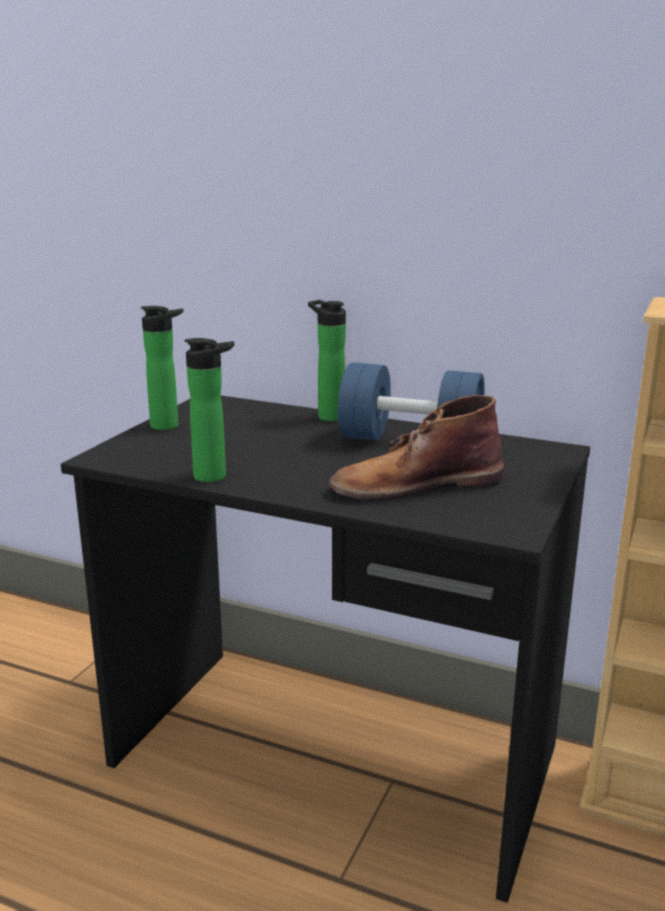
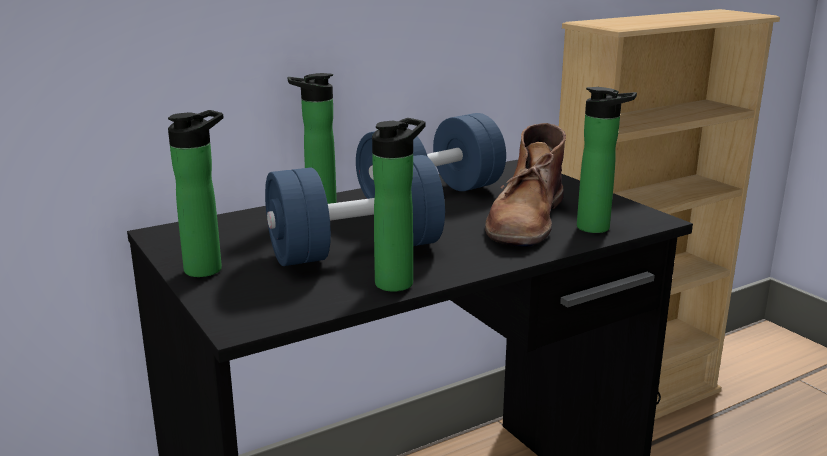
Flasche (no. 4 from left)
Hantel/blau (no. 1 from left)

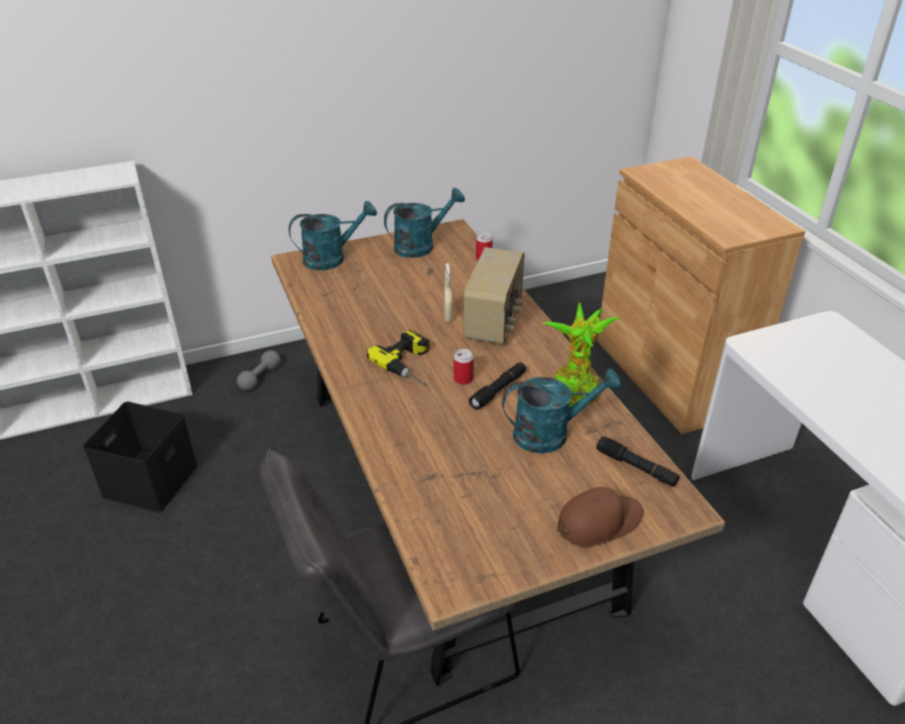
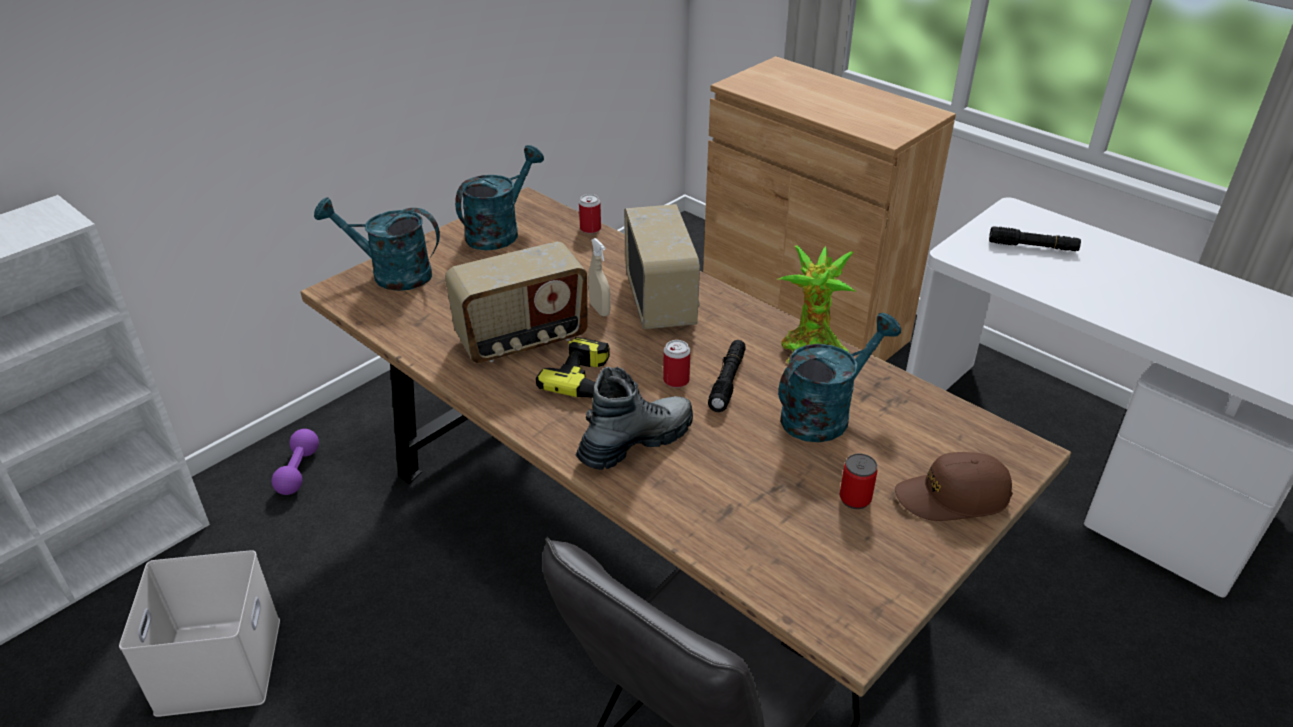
Gießkanne/türkis (no. 1 from left)
Hantel/lila
Aufbewahrungsbox/weiß
Taschenlampe/schwarz (no. 2 from left)
Kappe/braun
Radio (no. 1 from left)
Stiefel
Dose (no. 3 from left)

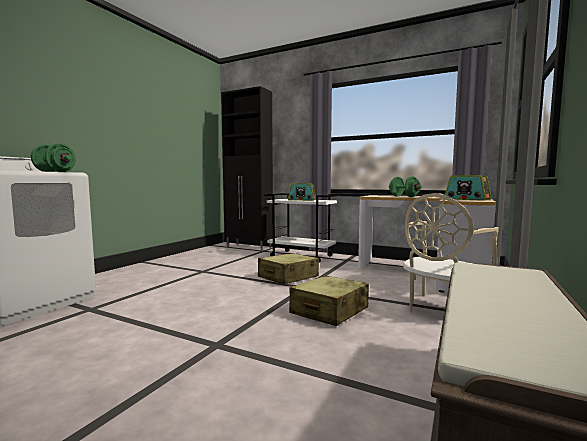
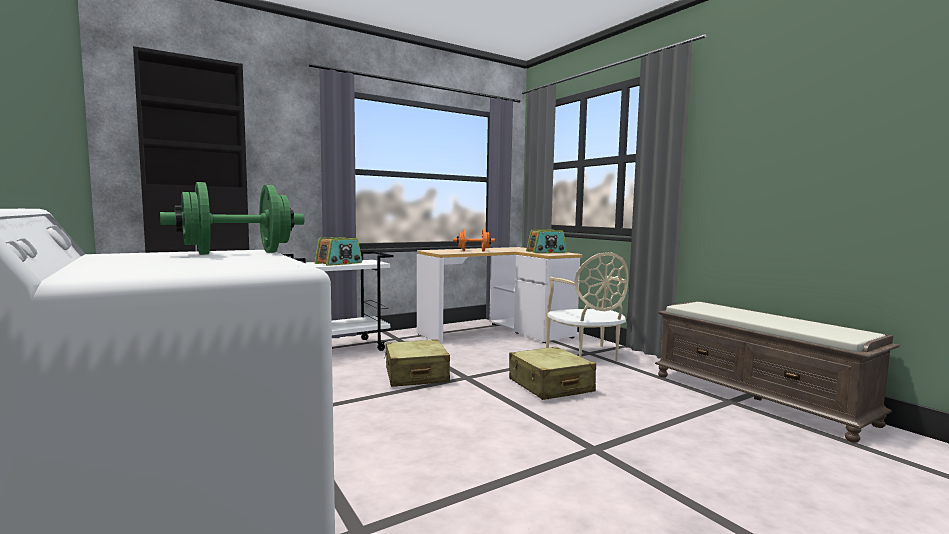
Hantel/orange

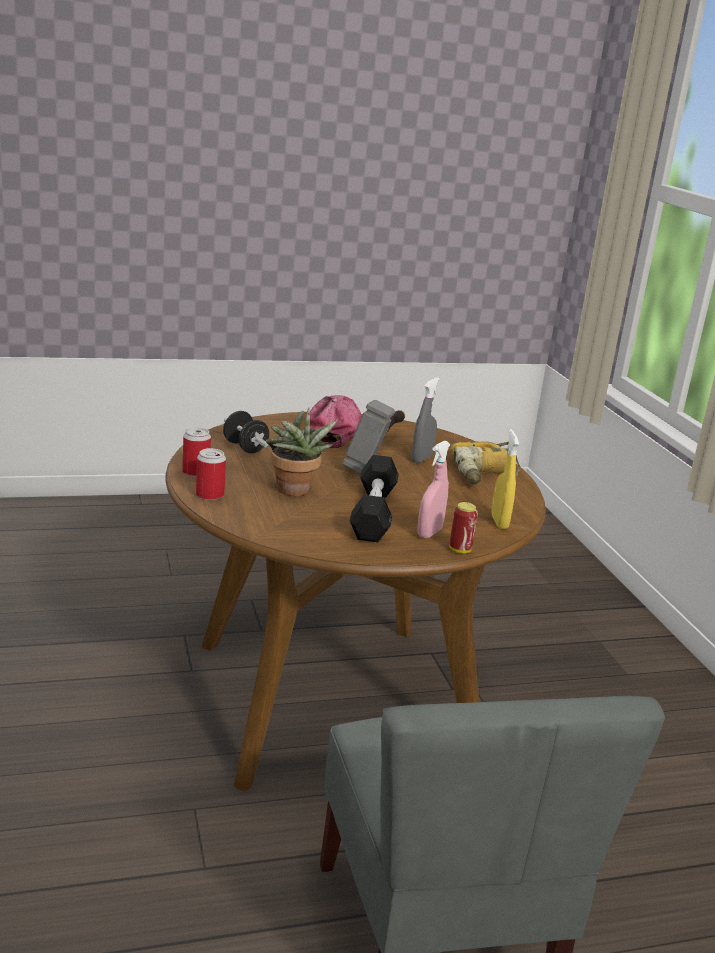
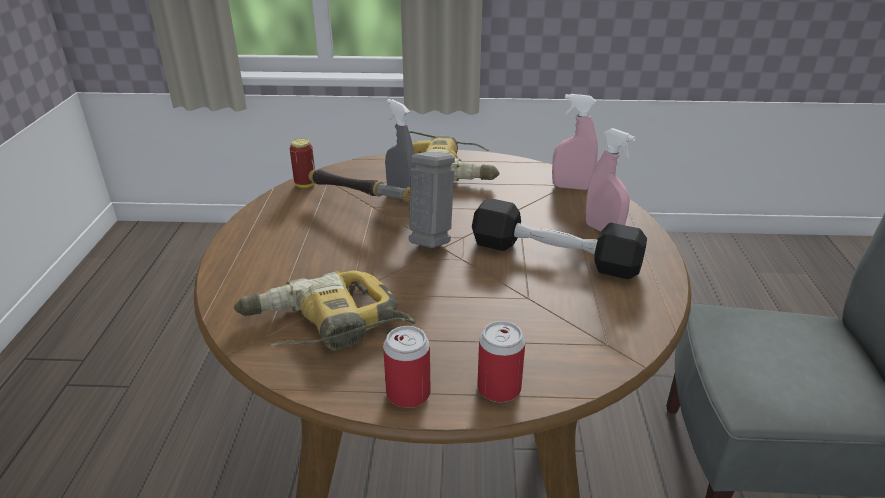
Kappe
Topfpflanze
Bohrmaschine (no. 1 from left)
Sprühflasche/rosa (no. 1 from left)
Dose (no. 1 from left)

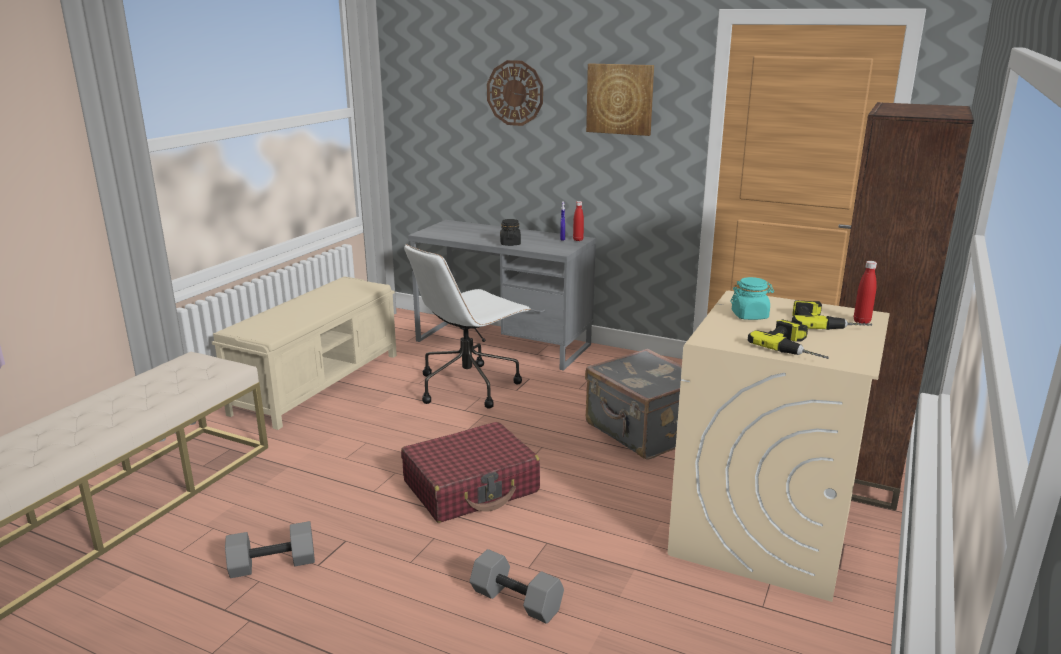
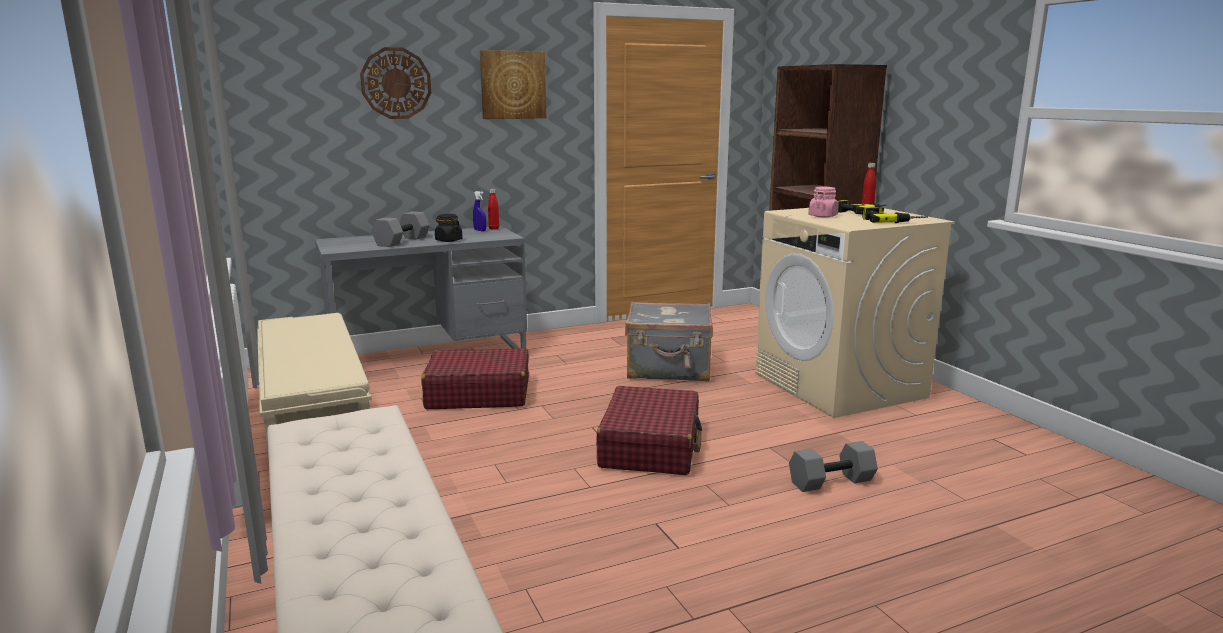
Koffer/rot (no. 1 from left)
Vorratsglas/rosa
Hantel/grau (no. 1 from left)

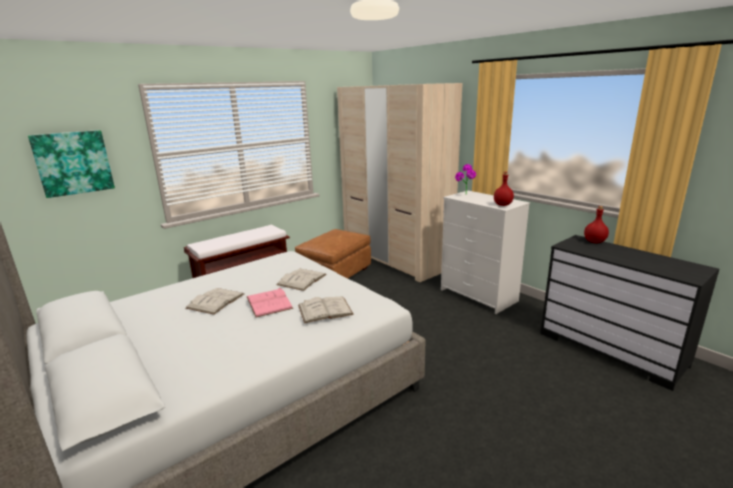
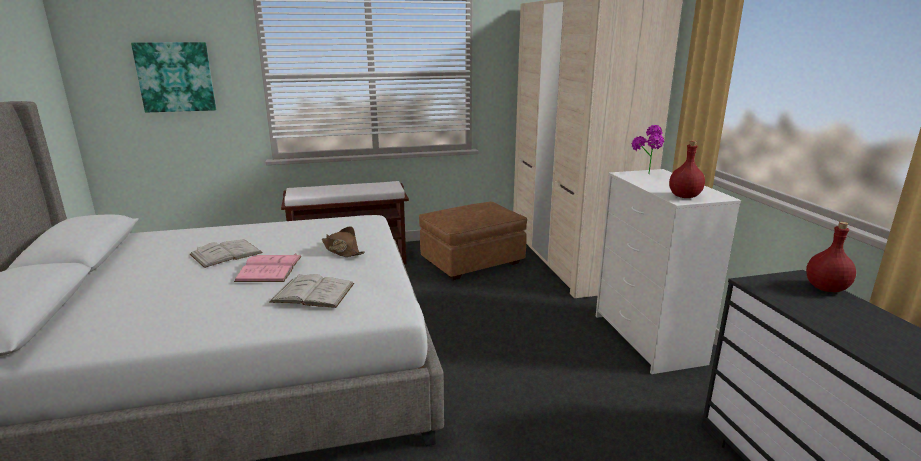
Hut/braun

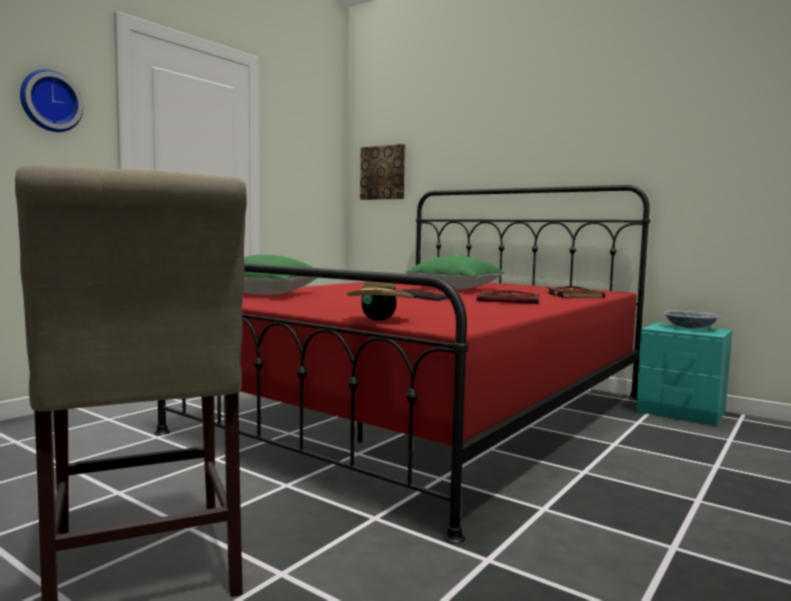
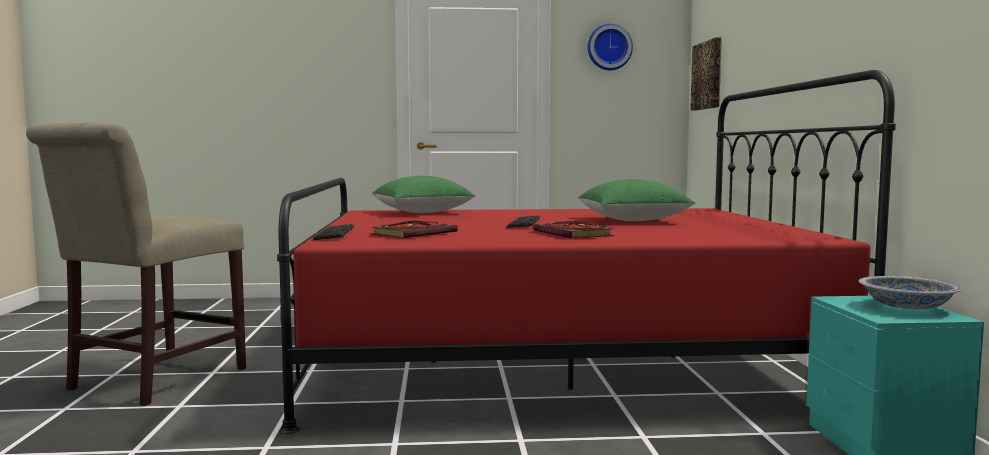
Wanduhr
Tastatur (no. 1 from left)
Buch (no. 1 from left)

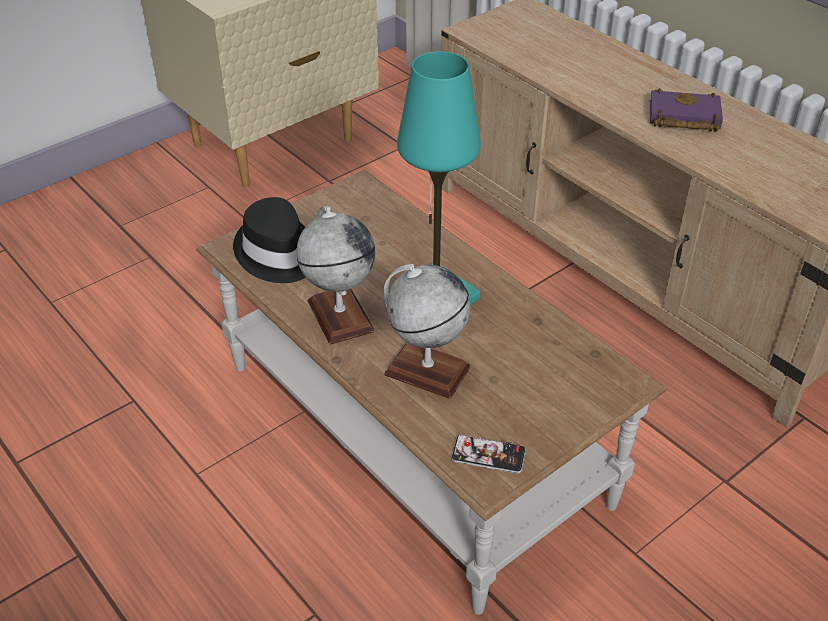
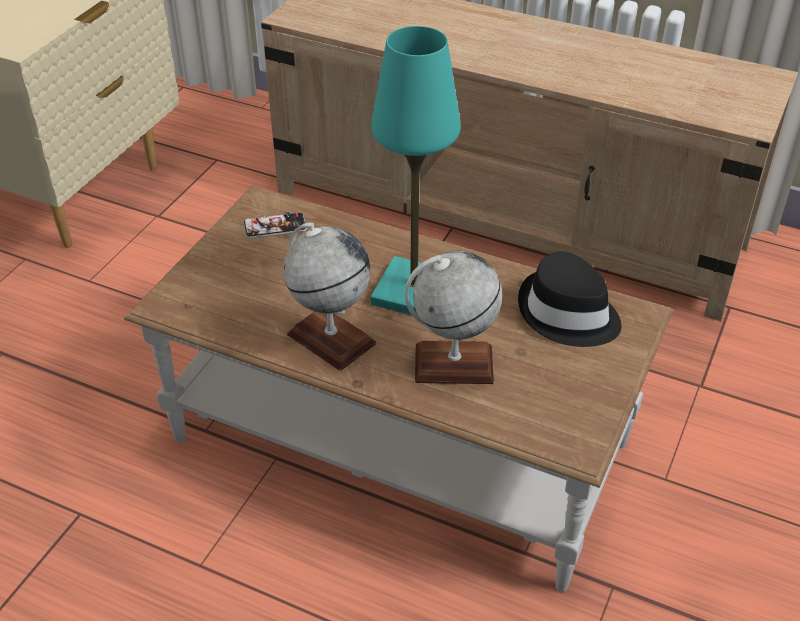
Buch/lila
Hut/schwarz
Handy

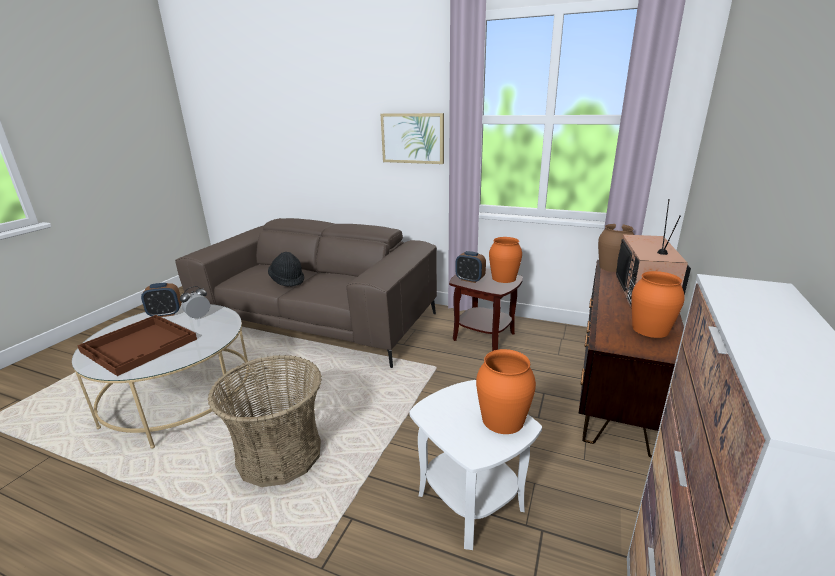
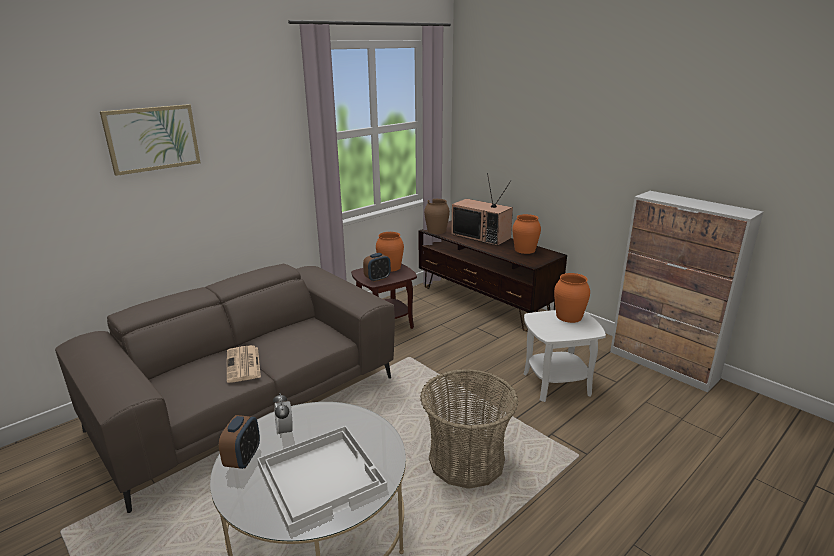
Bild
Zeitung
Tablett/weiß

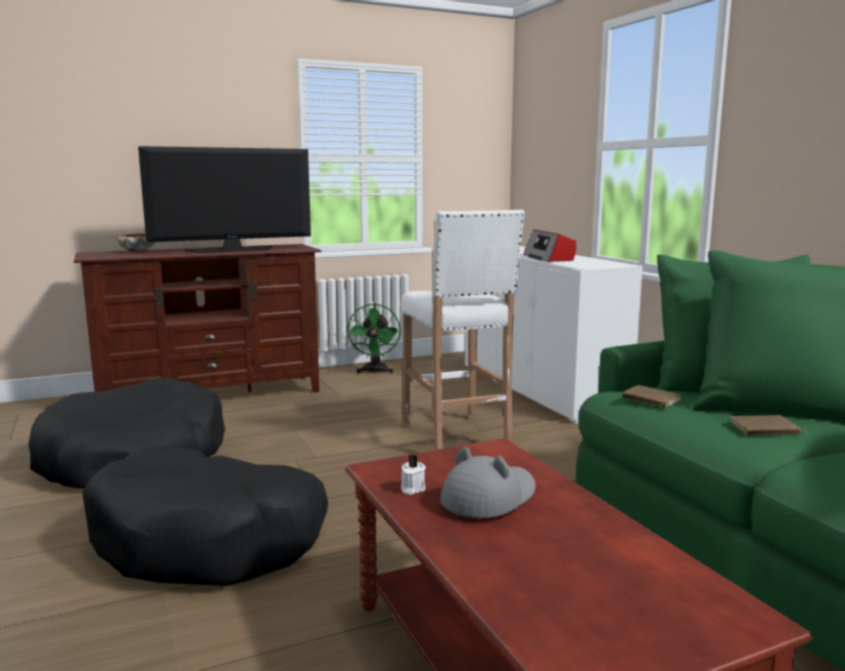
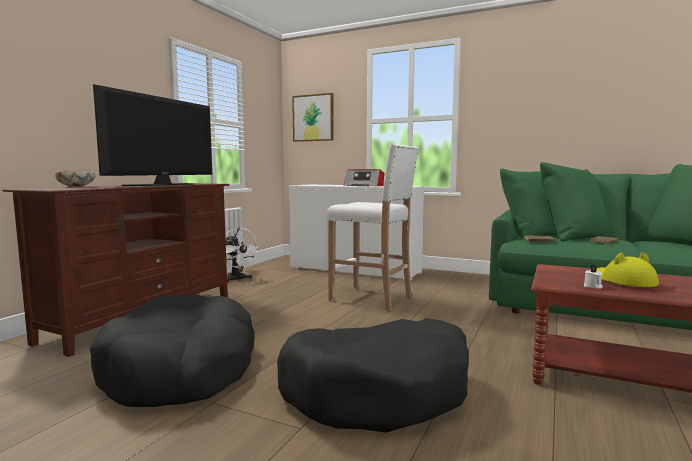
Ventilator/weiß
Hut/gelb
Bild

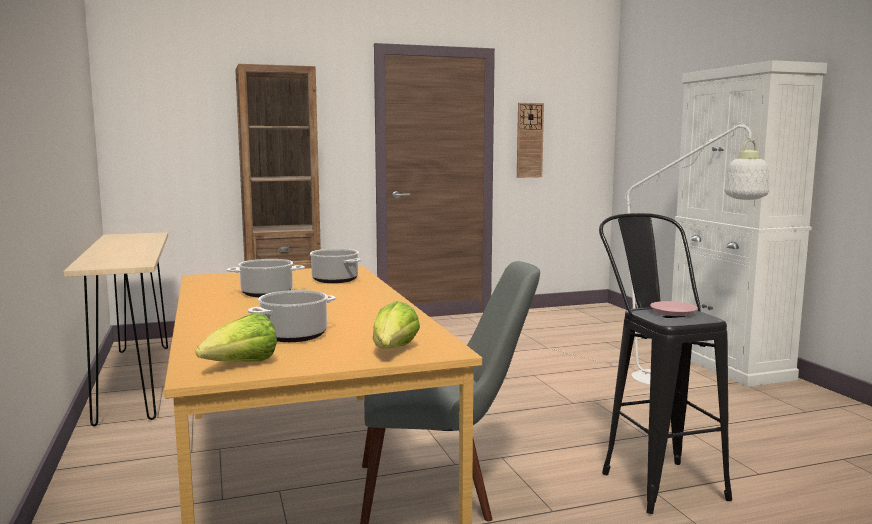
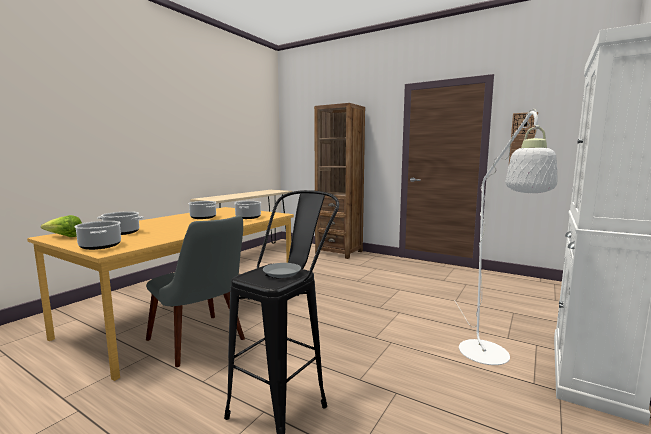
Kochtopf (no. 1 from left)
Teller/grau

